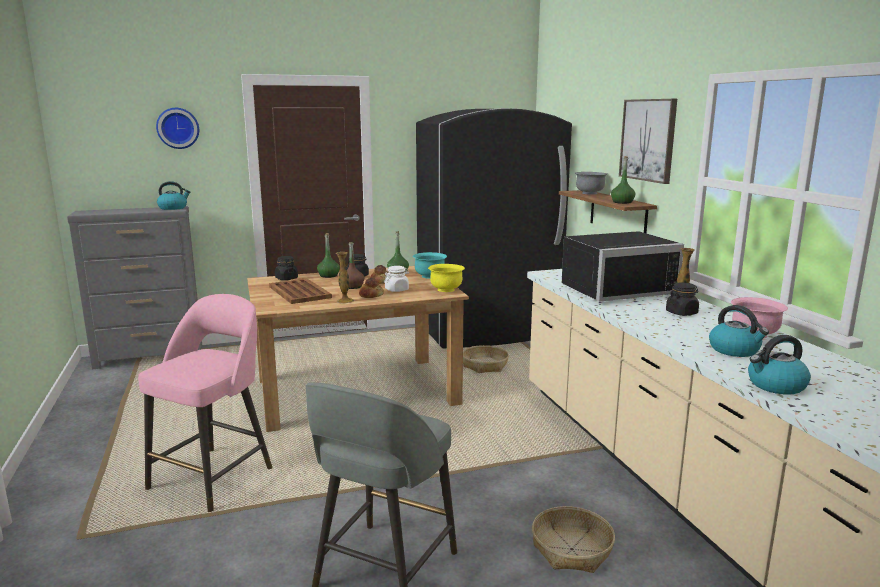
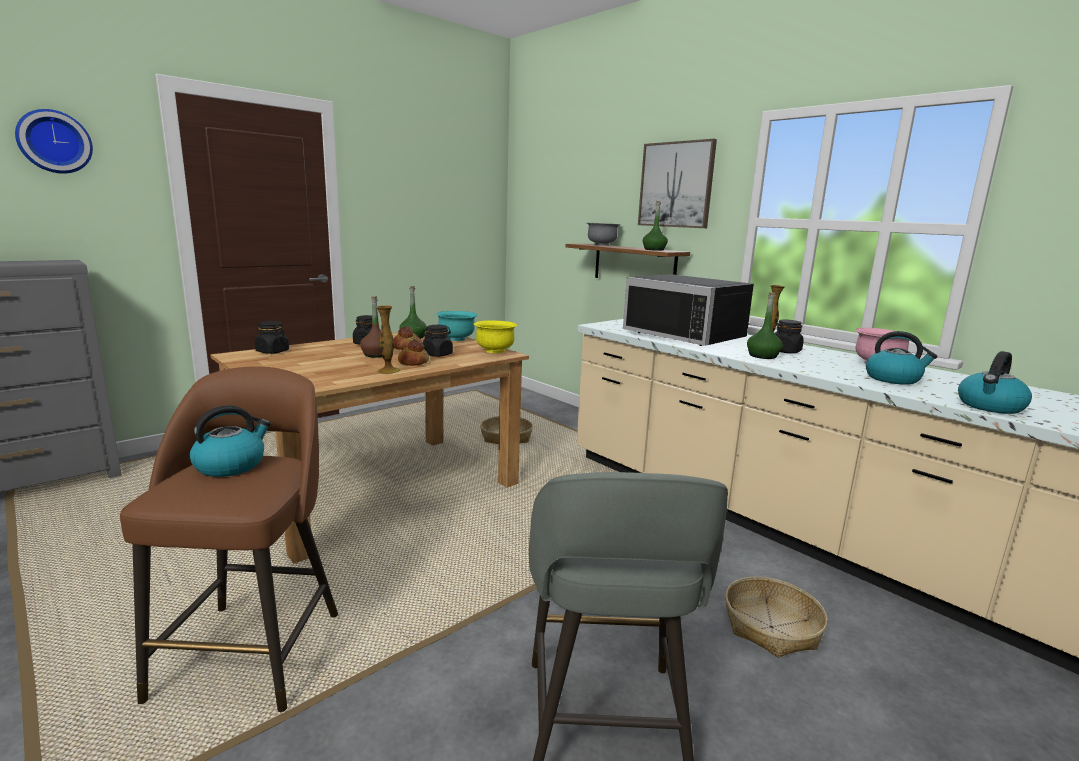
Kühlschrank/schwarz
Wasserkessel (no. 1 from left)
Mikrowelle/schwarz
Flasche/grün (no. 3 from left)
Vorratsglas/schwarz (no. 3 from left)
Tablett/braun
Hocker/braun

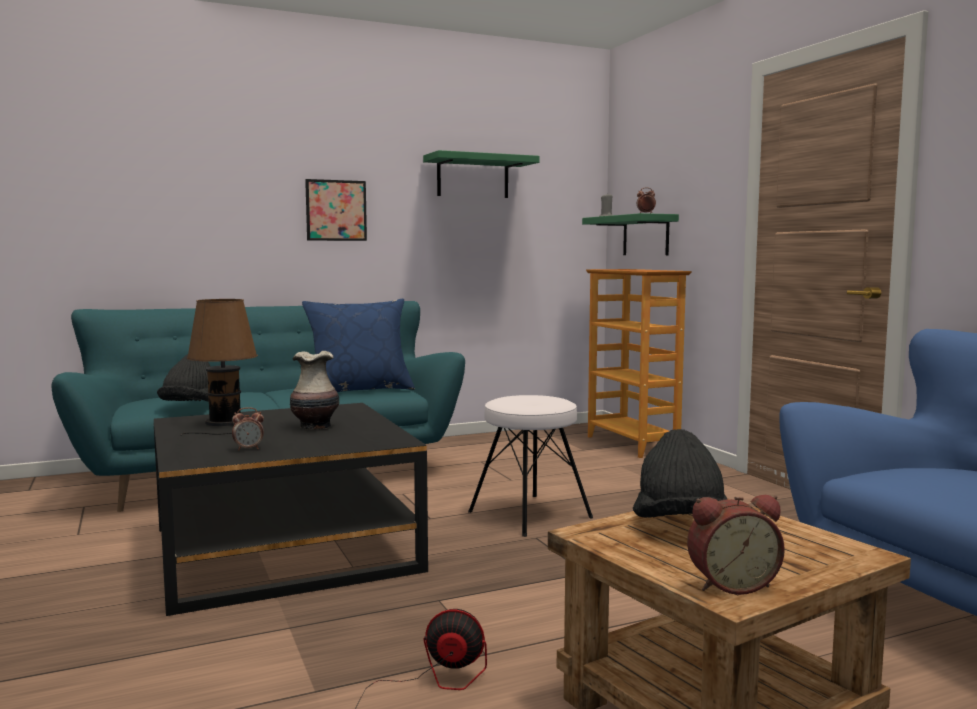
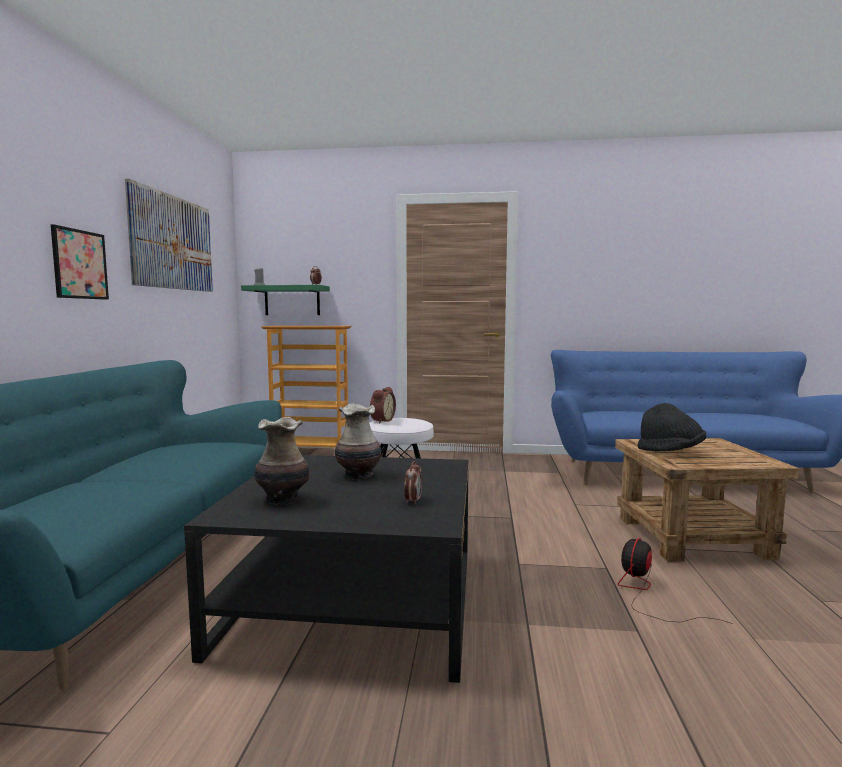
Bild (no. 2 from left)
Vase (no. 1 from left)
Kissen/blau
Hut/schwarz (no. 1 from left in the first image)
Wecker (no. 2 from left)

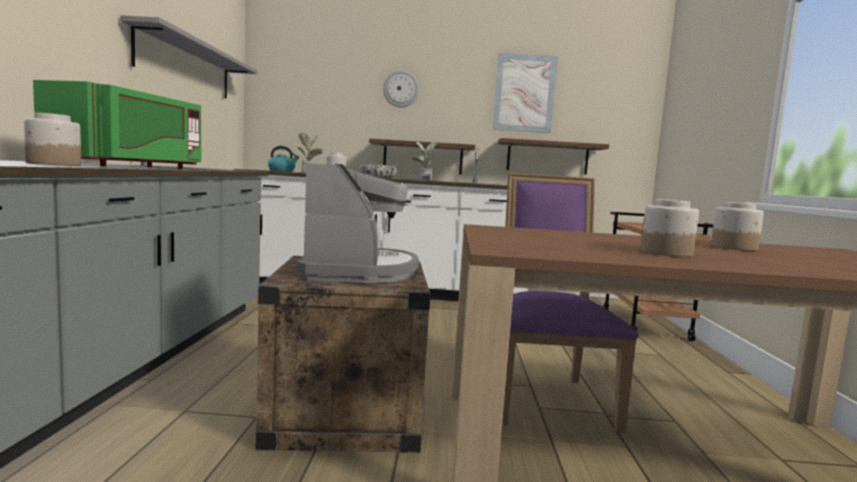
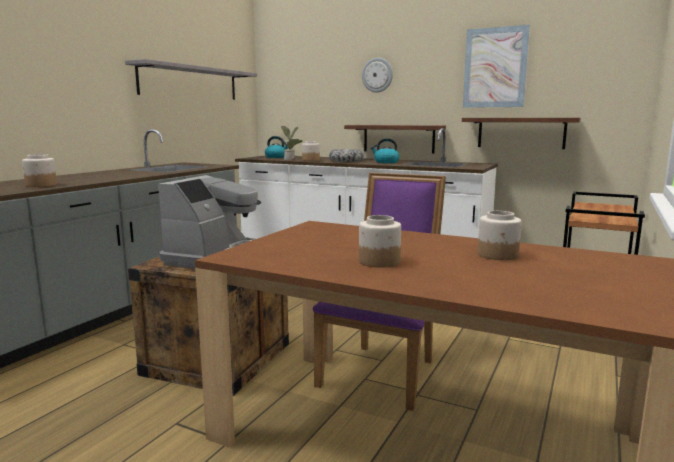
Mikrowelle/grün
Wasserkessel (no. 2 from left)

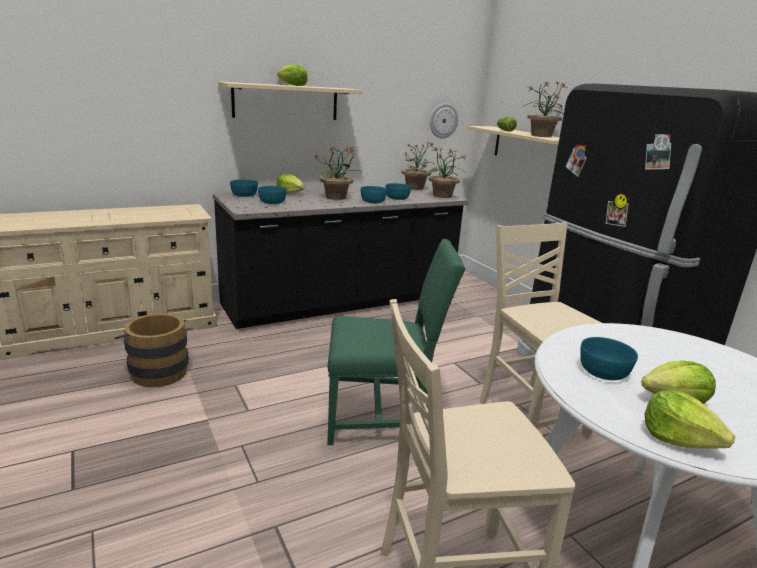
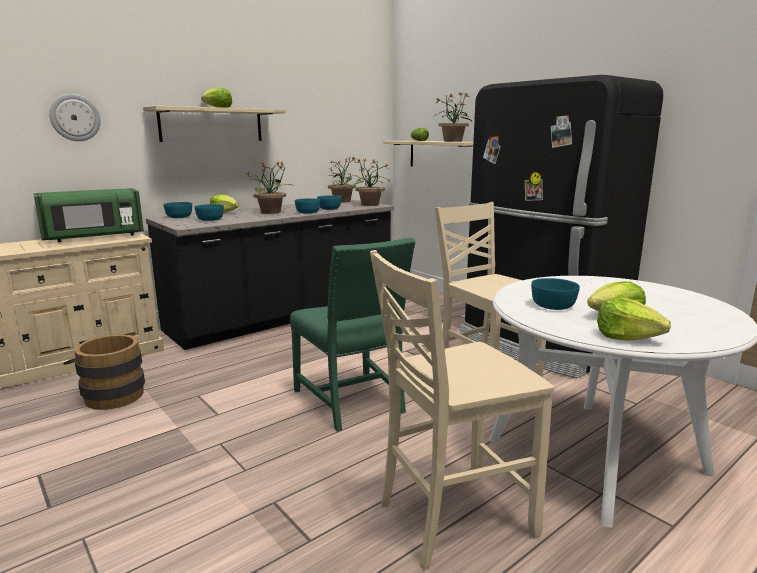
Wanduhr
Stuhl/grün
Mikrowelle/grün

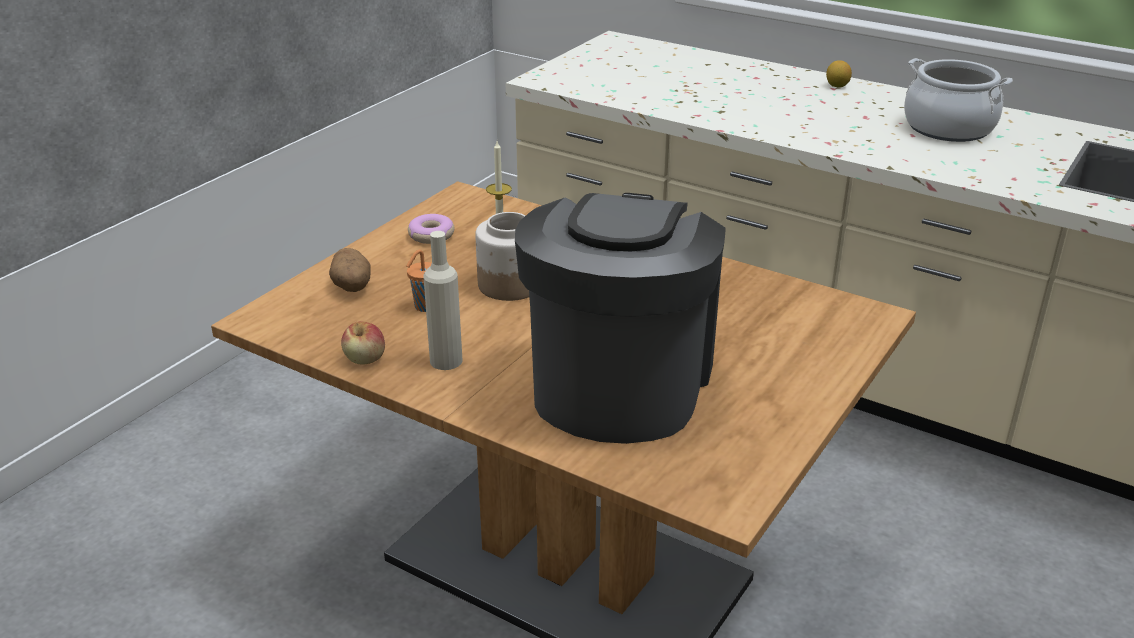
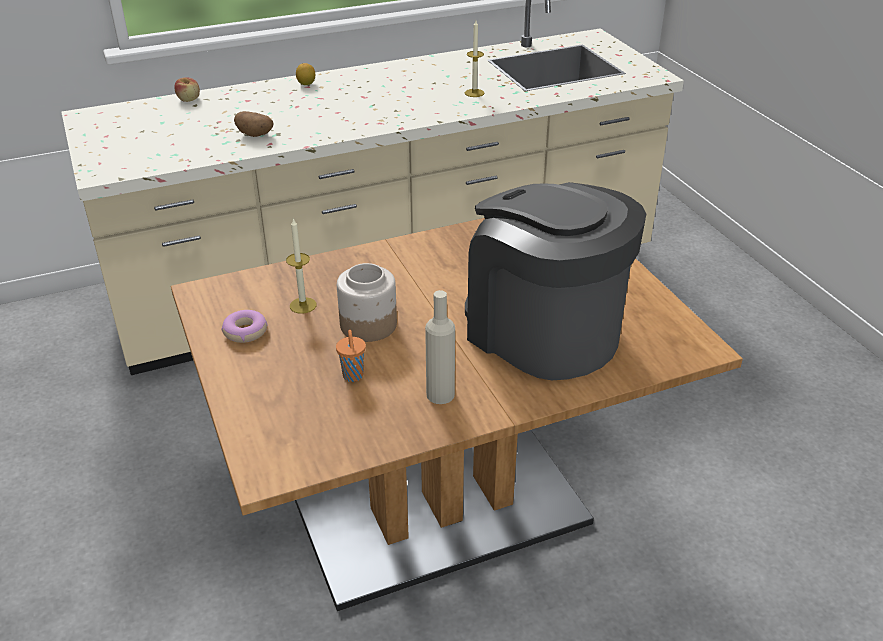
Kochtopf
Kartoffel
Apfel
Kerze (no. 2 from left)

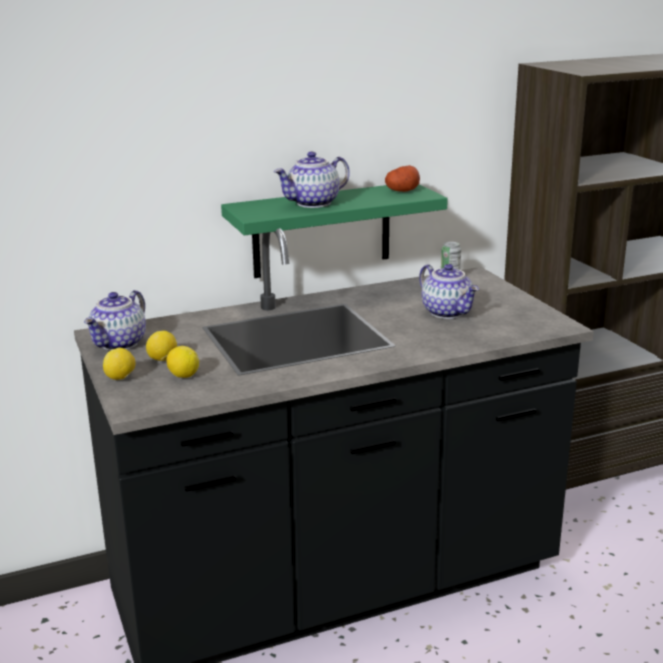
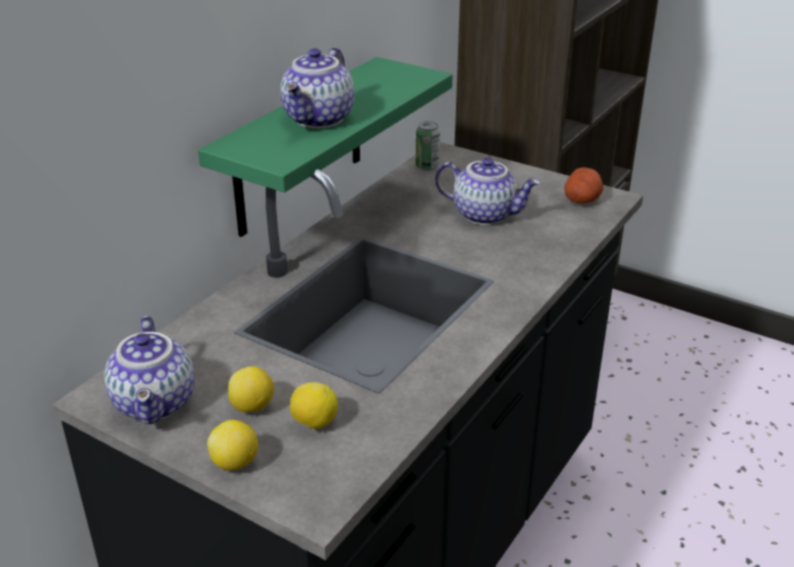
Kartoffel

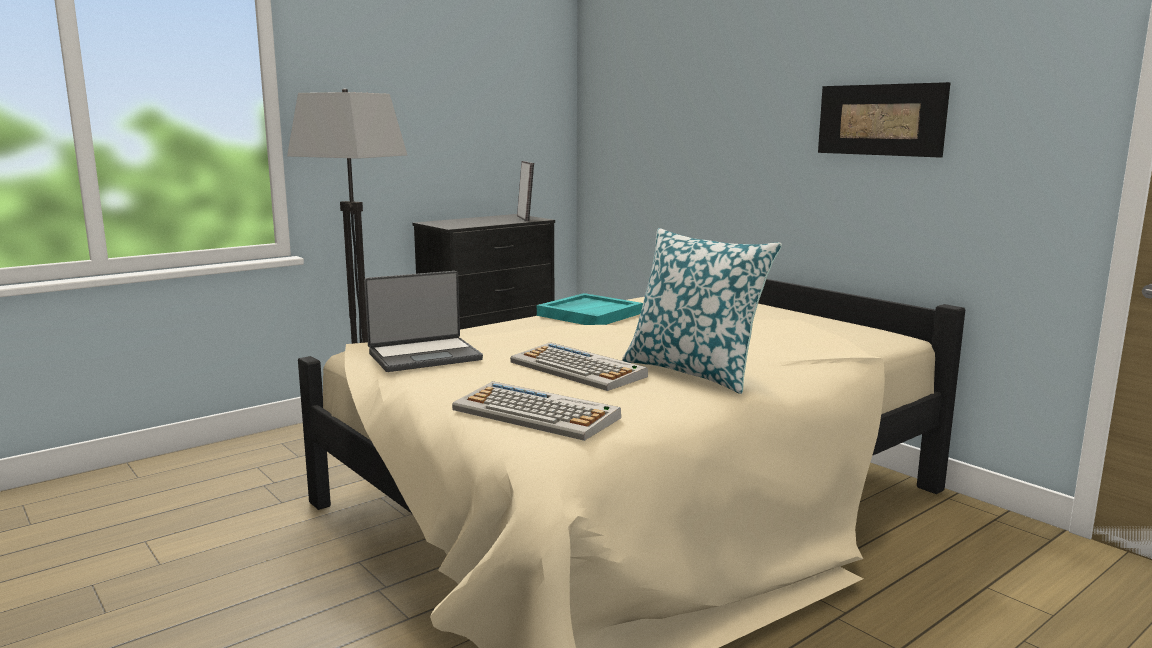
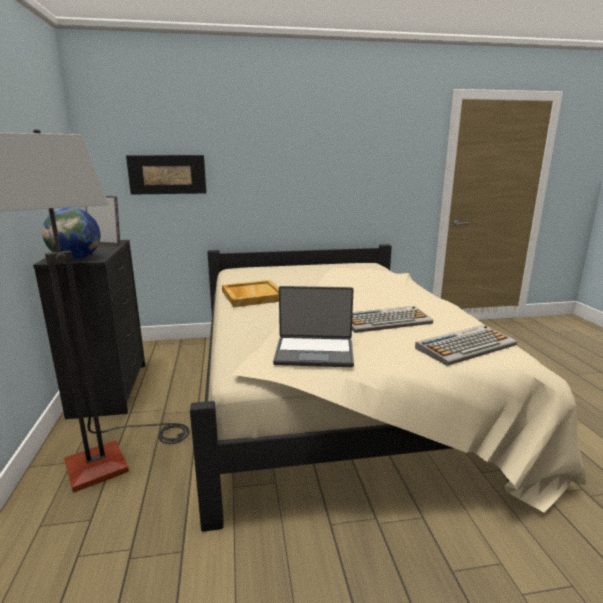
Bild
Kissen
Laptop
Tablett/beige
Globus

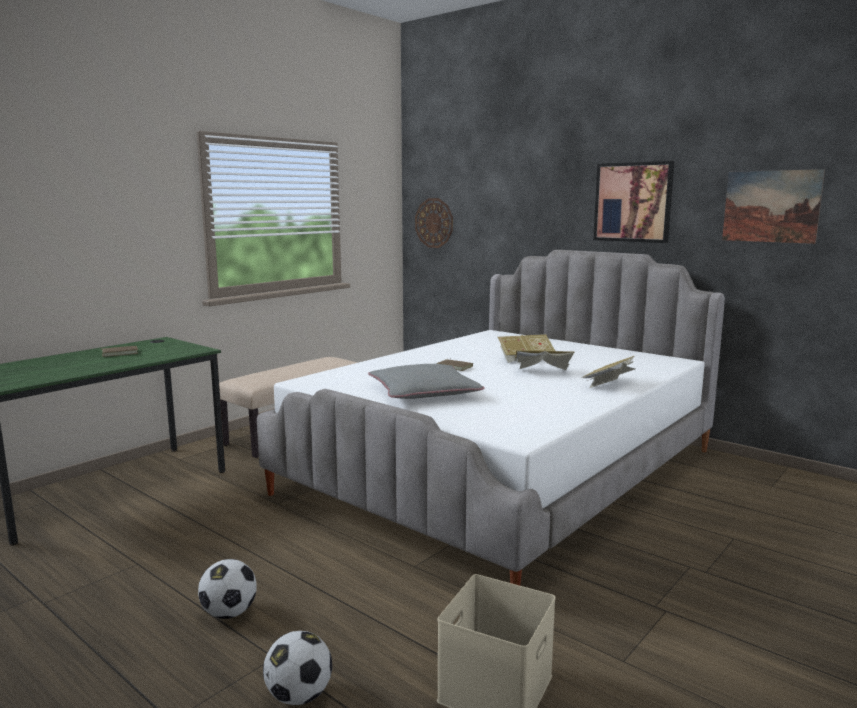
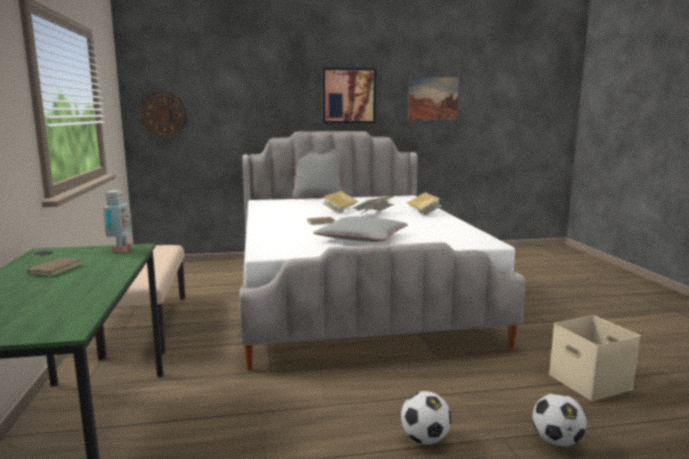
Kissen/grau (no. 1 from left)
Spielzeugroboter

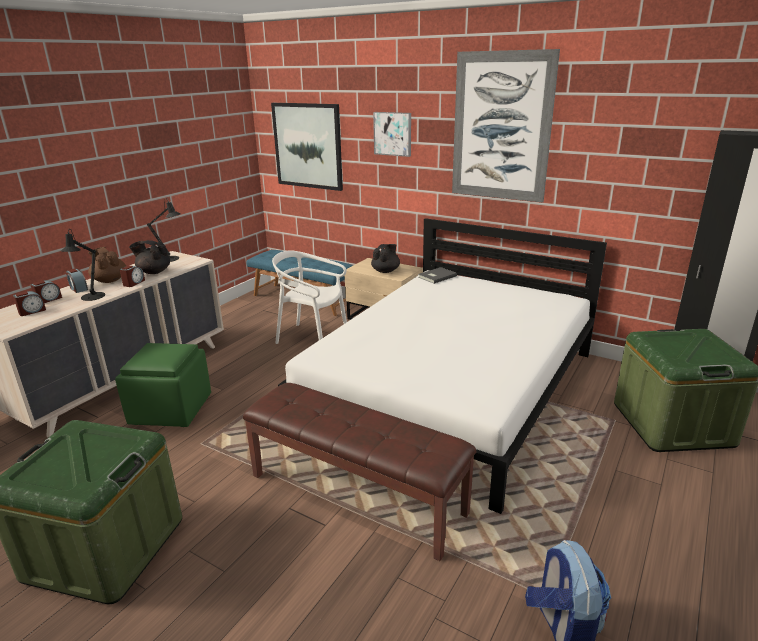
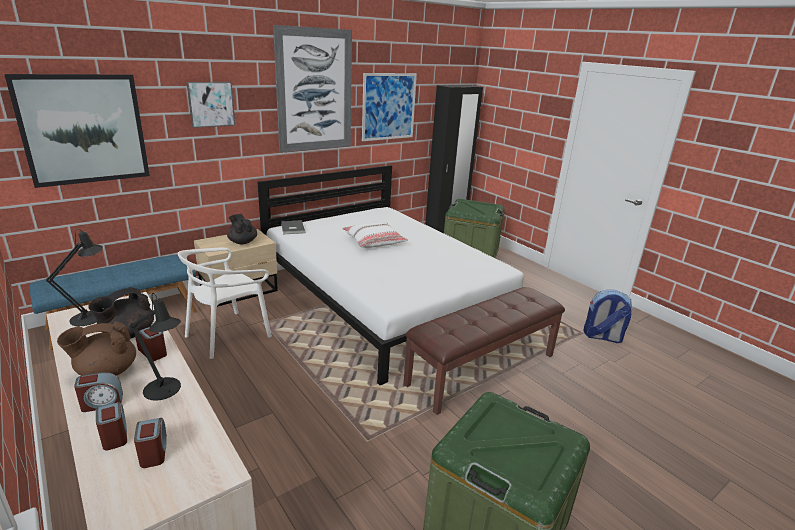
Polsterhocker/grün
Bild (no. 4 from left)
Kissen/weiß

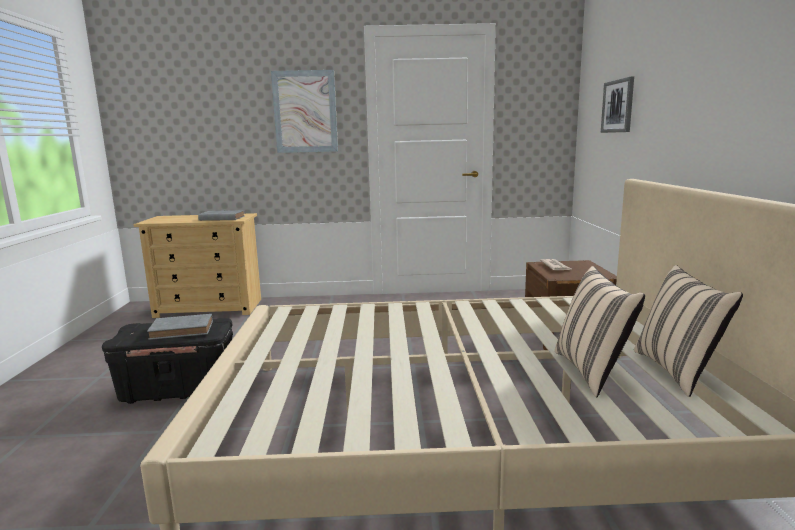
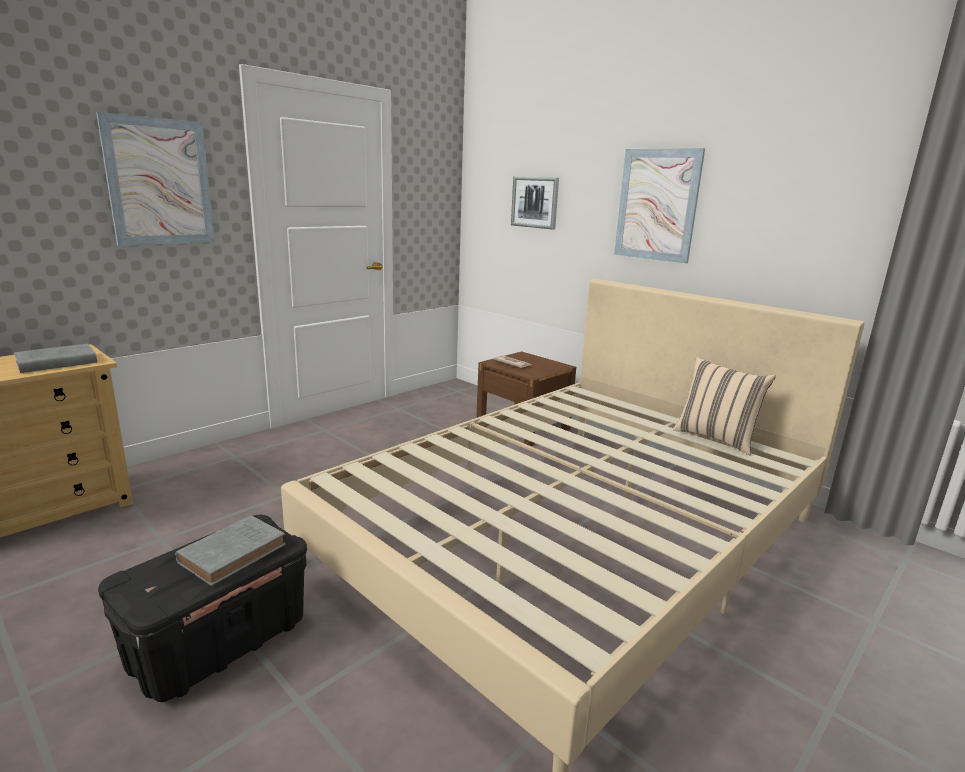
Kissen/beige (no. 1 from left in the first image)
Bild (no. 3 from left)

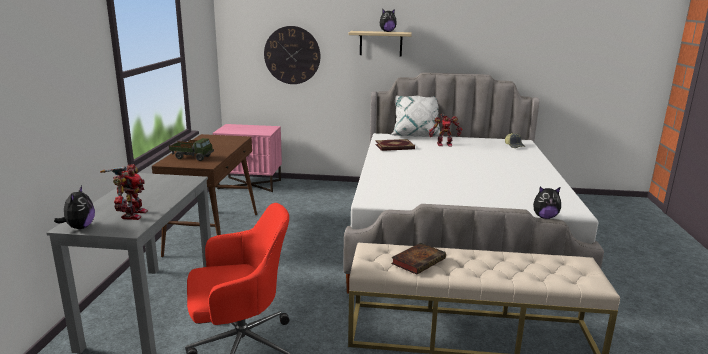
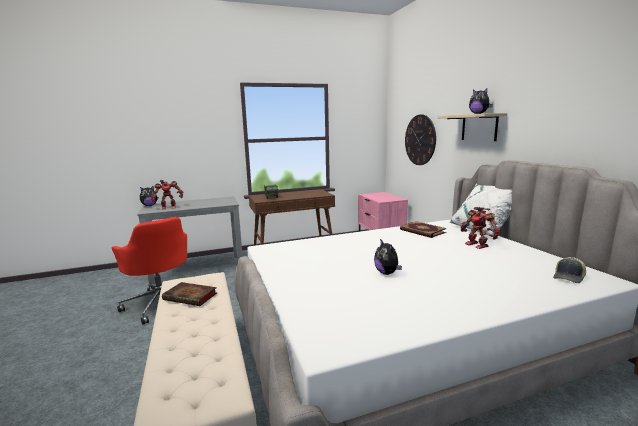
Plüschtier (no. 2 from left)

